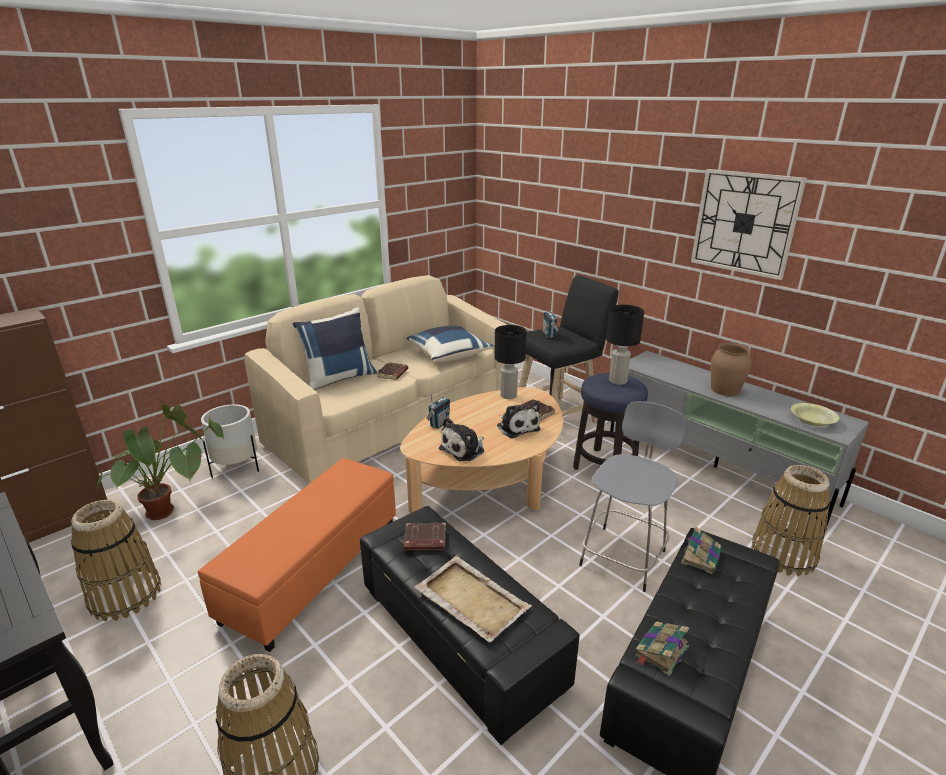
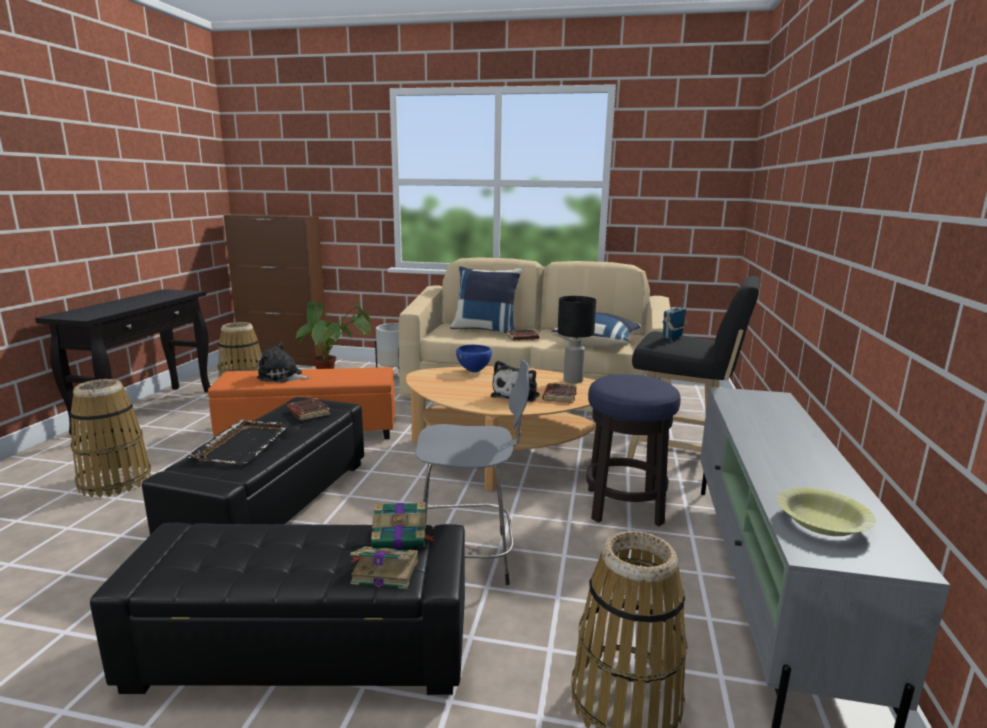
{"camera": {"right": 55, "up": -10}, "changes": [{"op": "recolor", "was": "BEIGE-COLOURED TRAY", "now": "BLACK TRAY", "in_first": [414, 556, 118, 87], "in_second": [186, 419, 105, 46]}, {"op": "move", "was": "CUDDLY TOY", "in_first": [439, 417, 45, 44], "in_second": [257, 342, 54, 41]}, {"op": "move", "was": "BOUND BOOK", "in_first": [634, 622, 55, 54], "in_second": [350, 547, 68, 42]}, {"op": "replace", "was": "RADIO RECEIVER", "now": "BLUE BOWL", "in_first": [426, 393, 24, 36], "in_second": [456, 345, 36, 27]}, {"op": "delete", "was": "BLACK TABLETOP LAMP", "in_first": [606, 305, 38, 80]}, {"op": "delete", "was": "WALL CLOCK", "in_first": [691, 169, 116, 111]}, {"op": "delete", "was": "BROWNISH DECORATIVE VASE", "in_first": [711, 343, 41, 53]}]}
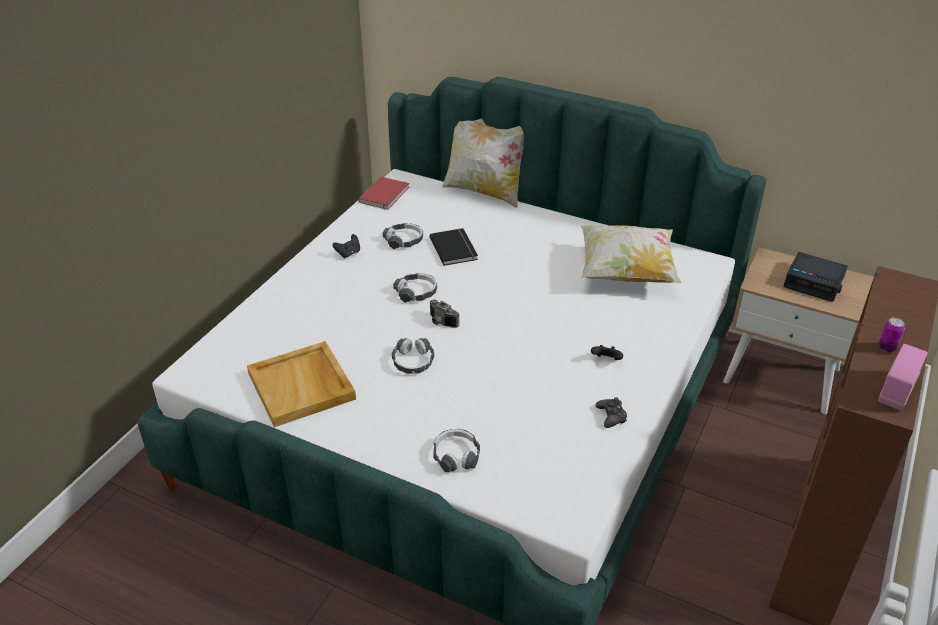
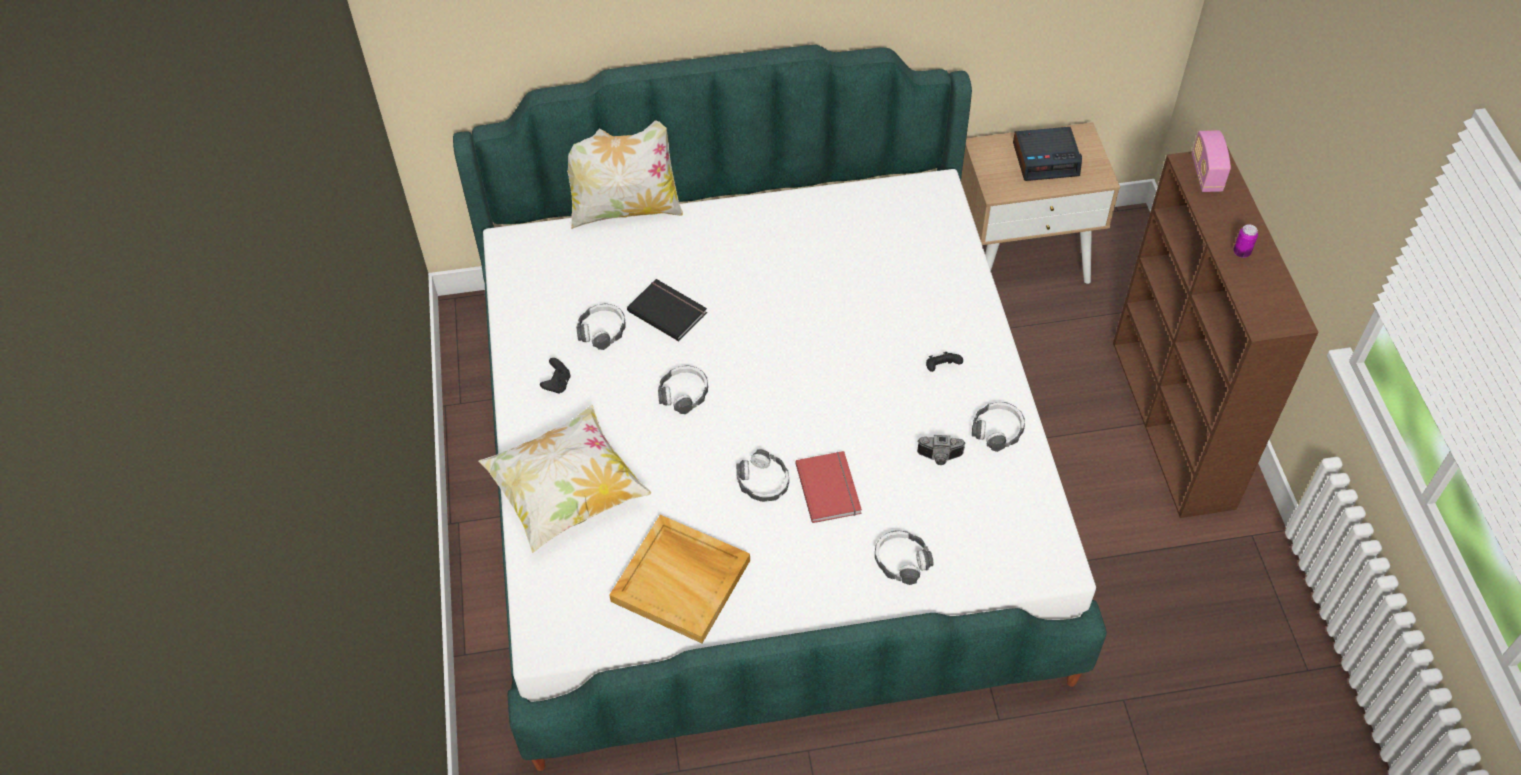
{"camera": {"right": -35, "up": 15}, "changes": [{"op": "move", "was": "PILLOW", "in_first": [581, 225, 100, 58], "in_second": [479, 405, 172, 148]}, {"op": "move", "was": "REDDISH BOUND BOOK", "in_first": [358, 177, 51, 33], "in_second": [795, 451, 67, 72]}, {"op": "move", "was": "PHOTO CAMERA", "in_first": [430, 300, 29, 28], "in_second": [917, 435, 49, 30]}, {"op": "replace", "was": "BLACK JOYPAD", "now": "HEADPHONES", "in_first": [595, 397, 32, 31], "in_second": [972, 402, 53, 50]}, {"op": "move", "was": "RADIO RECEIVER", "in_first": [878, 344, 50, 67], "in_second": [1192, 130, 39, 62]}]}
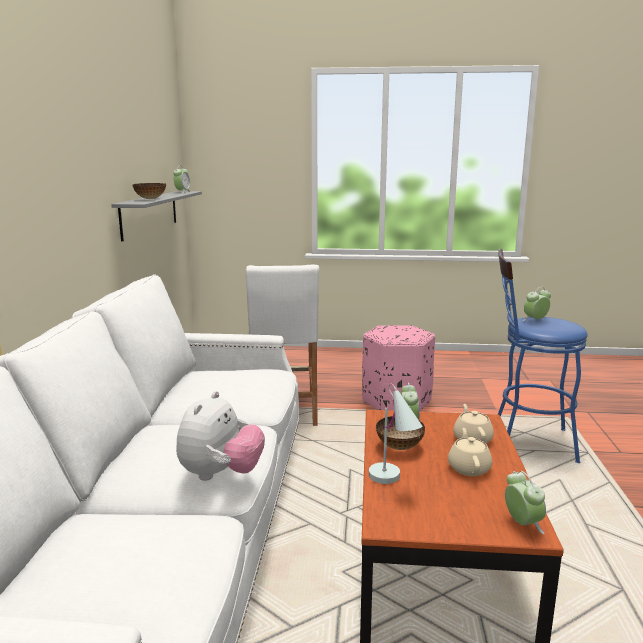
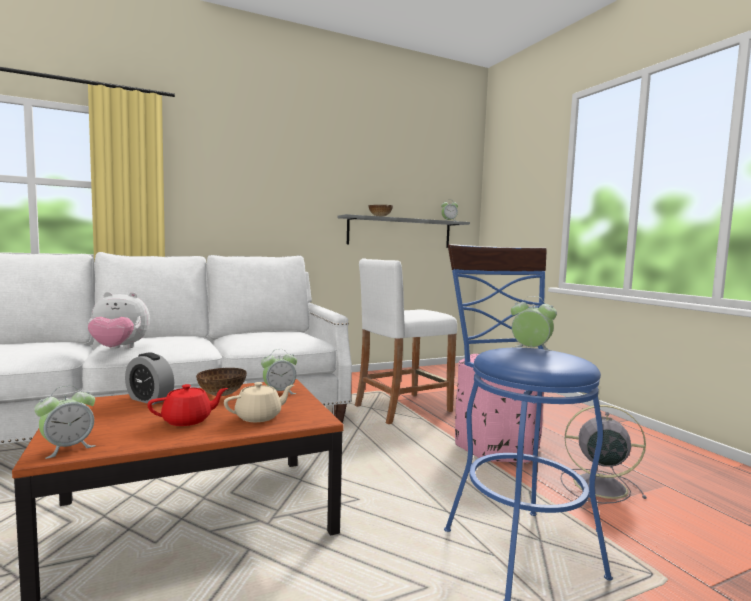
{"camera": {"right": 60, "up": -10}, "changes": [{"op": "replace", "was": "WHITE TABLETOP LAMP", "now": "ALARM CLOCK", "in_first": [369, 383, 53, 101], "in_second": [125, 352, 49, 53]}, {"op": "recolor", "was": "BEIGE-COLOURED POT FOR TEA", "now": "REDDISH POT FOR TEA", "in_first": [448, 428, 44, 48], "in_second": [148, 384, 80, 42]}, {"op": "insert", "now": "GREY ELECTRIC FAN", "in_second": [560, 405, 87, 99]}]}
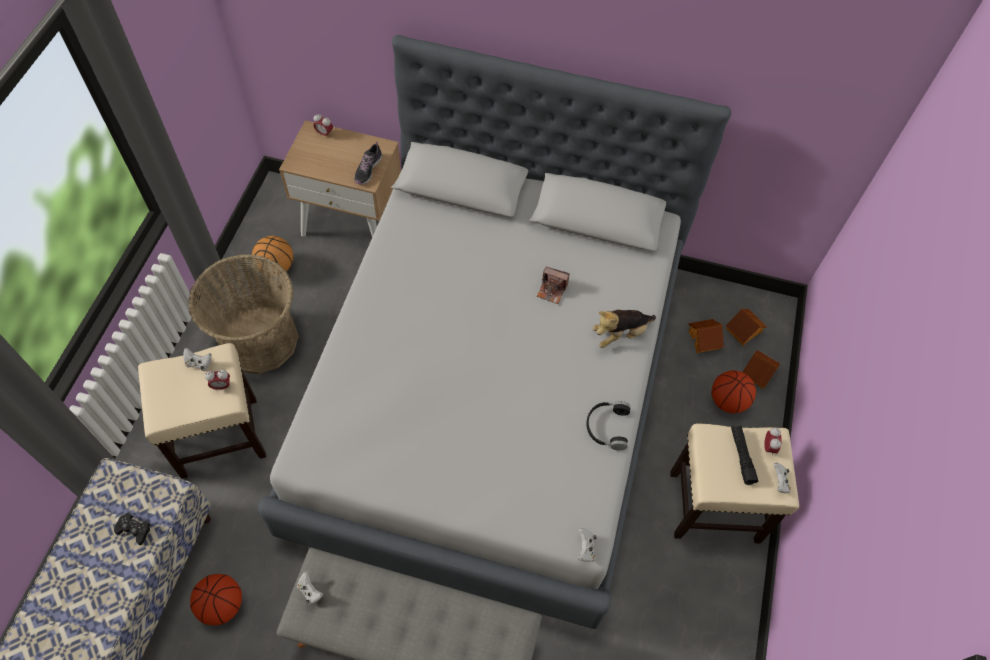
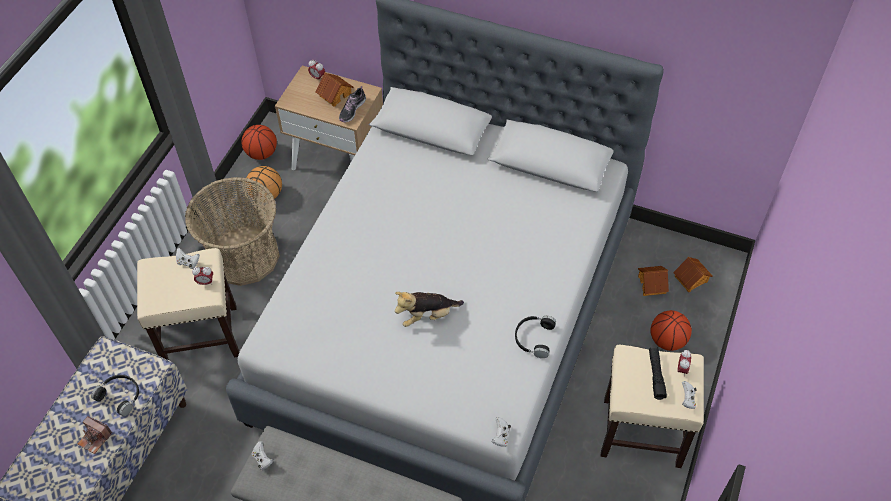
{"camera": {"right": 10, "up": -5}, "changes": [{"op": "move", "was": "PHOTO CAMERA", "in_first": [537, 267, 32, 37], "in_second": [78, 416, 34, 38]}, {"op": "replace", "was": "BLACK JOYPAD", "now": "BLACK HEADPHONES", "in_first": [114, 513, 37, 32], "in_second": [91, 375, 48, 42]}, {"op": "move", "was": "BASKETBALL BALL", "in_first": [190, 574, 52, 51], "in_second": [242, 125, 35, 35]}, {"op": "move", "was": "MODEL HOUSE", "in_first": [743, 350, 37, 39], "in_second": [315, 72, 38, 35]}, {"op": "move", "was": "CUDDLY TOY", "in_first": [592, 309, 64, 39], "in_second": [395, 292, 69, 35]}]}
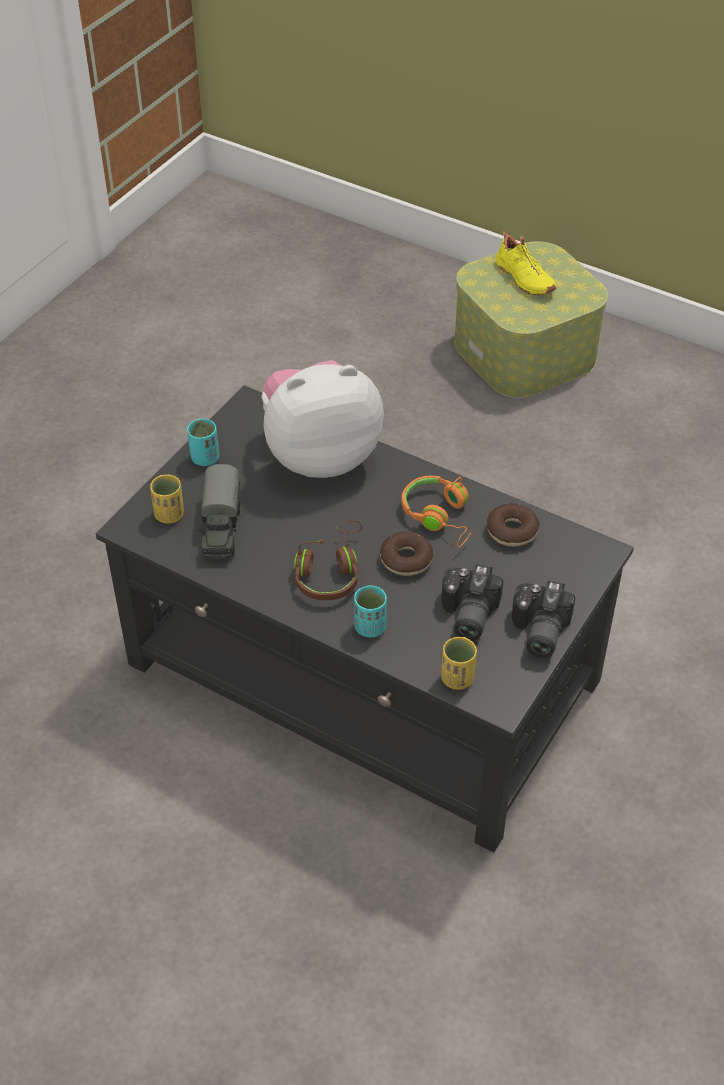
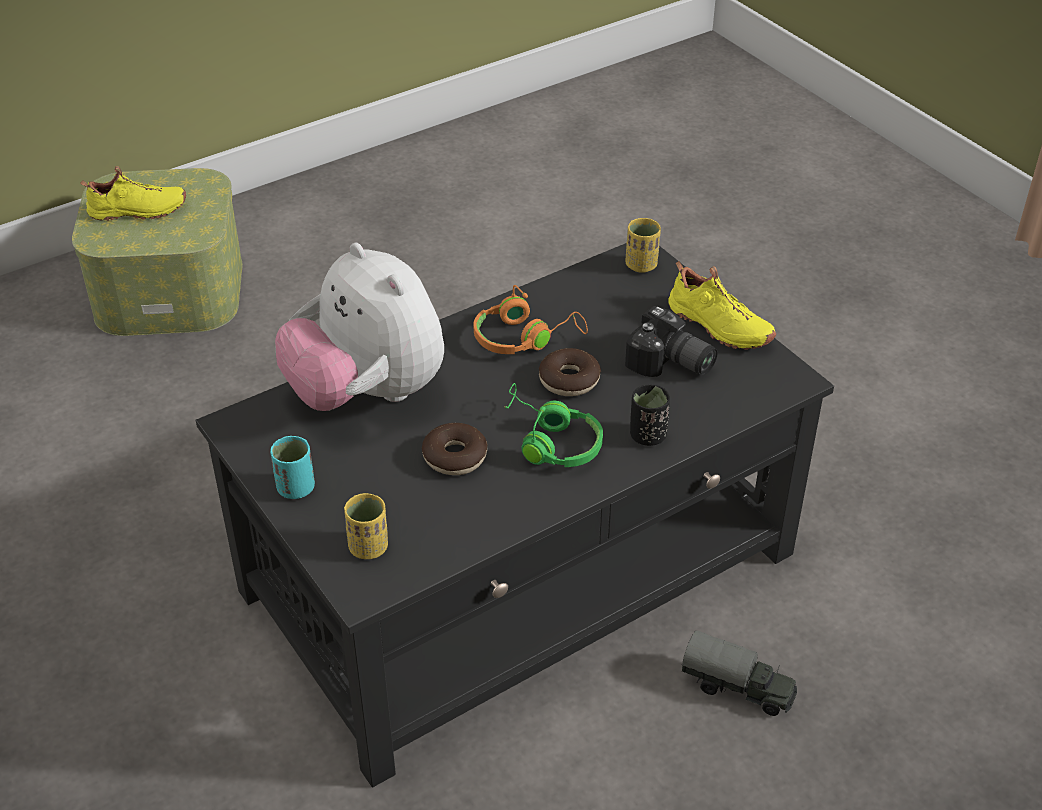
{"camera": {"right": -65, "up": -5}, "changes": [{"op": "rotate", "was": "CUDDLY TOY", "in_first": [261, 360, 123, 118], "in_second": [275, 243, 169, 168], "clockwise": -45}, {"op": "move", "was": "RING DOUGHNUT", "in_first": [487, 503, 52, 43], "in_second": [422, 423, 65, 52]}, {"op": "recolor", "was": "BROWNISH HEADPHONES", "now": "GREENISH HEADPHONES", "in_first": [294, 521, 68, 79], "in_second": [504, 383, 99, 84]}, {"op": "move", "was": "YELLOW-COLOURED CUP", "in_first": [441, 637, 36, 53], "in_second": [625, 218, 36, 55]}, {"op": "recolor", "was": "TURQUOISE CUP", "now": "BLACK CUP", "in_first": [354, 585, 33, 53], "in_second": [630, 384, 40, 62]}, {"op": "replace", "was": "PHOTO CAMERA", "now": "YELLOW-COLOURED SHOE", "in_first": [512, 580, 64, 78], "in_second": [668, 261, 108, 89]}, {"op": "move", "was": "TOY TRUCK", "in_first": [199, 464, 41, 95], "in_second": [682, 630, 115, 86]}]}
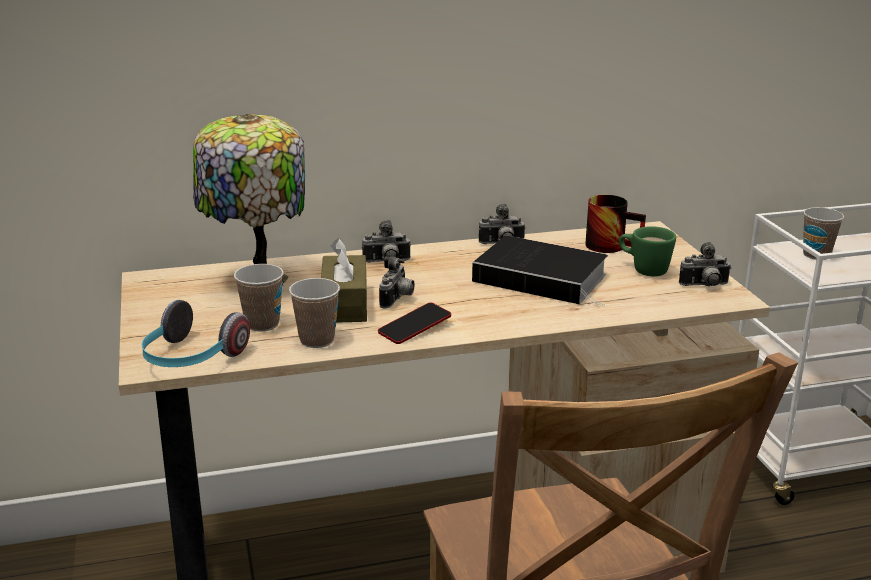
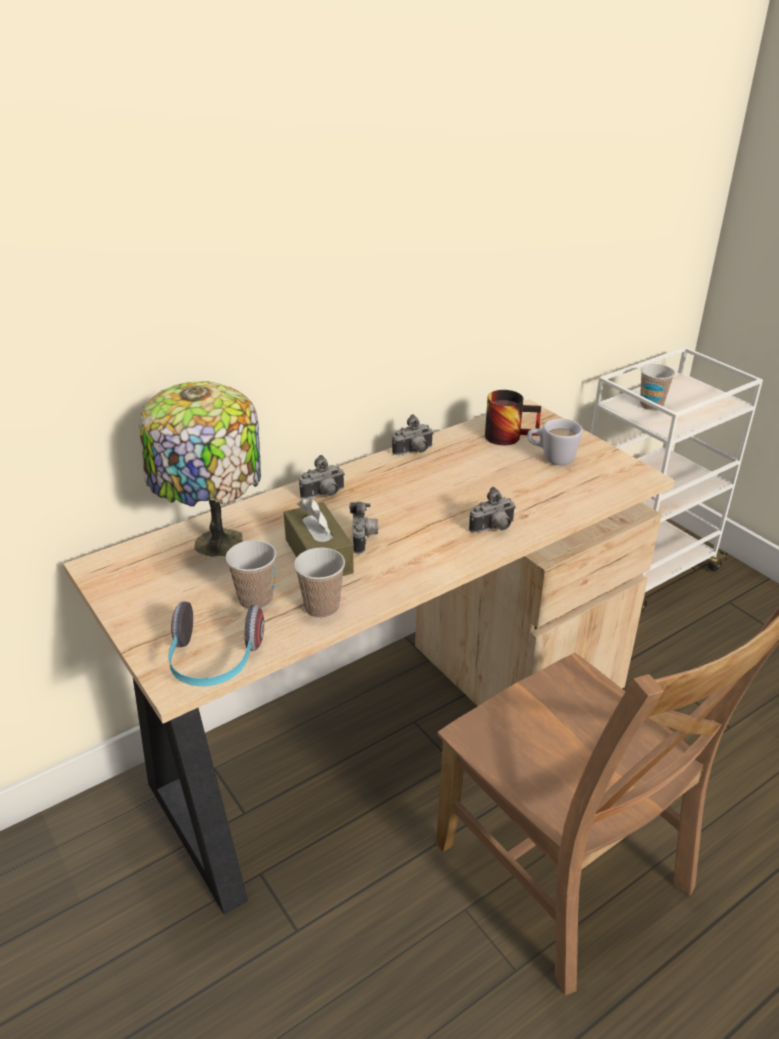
{"camera": {"right": -20, "up": 10}, "changes": [{"op": "move", "was": "PHOTO CAMERA", "in_first": [679, 242, 52, 44], "in_second": [469, 487, 47, 46]}, {"op": "recolor", "was": "GREENISH TEA MUG", "now": "WHITE TEA MUG", "in_first": [619, 226, 57, 50], "in_second": [527, 418, 56, 47]}, {"op": "delete", "was": "TELEPHONE", "in_first": [378, 303, 73, 41]}, {"op": "delete", "was": "BOUND BOOK", "in_first": [472, 236, 136, 71]}]}
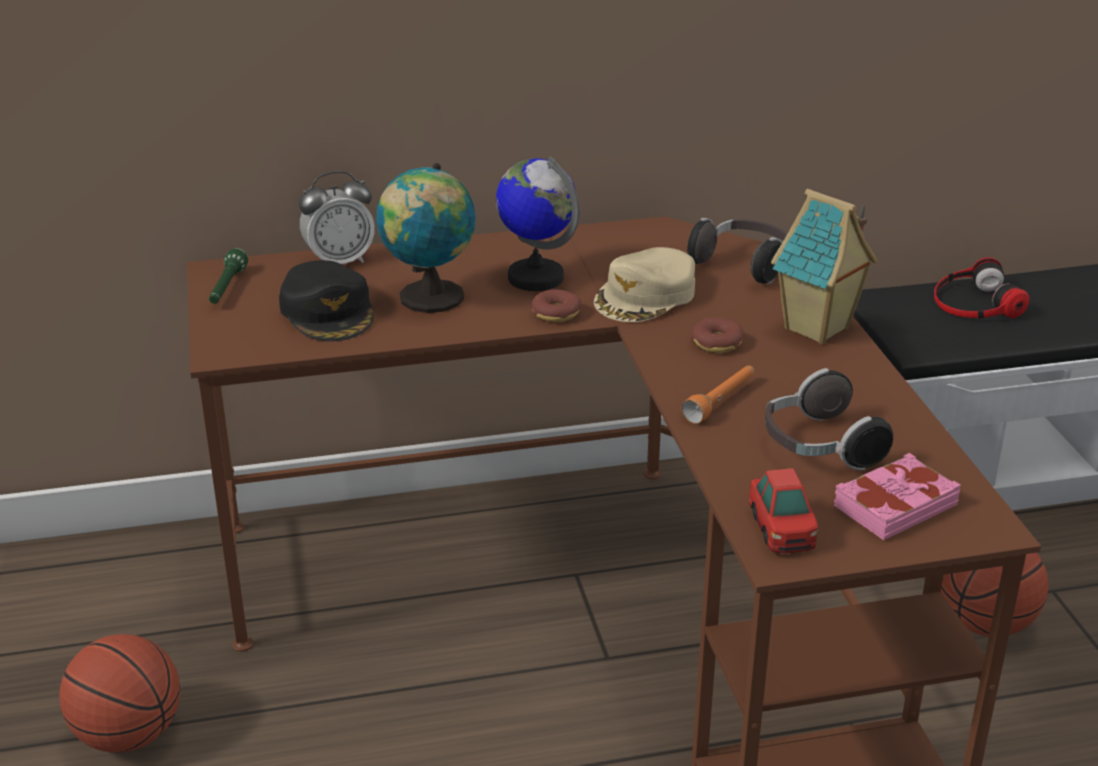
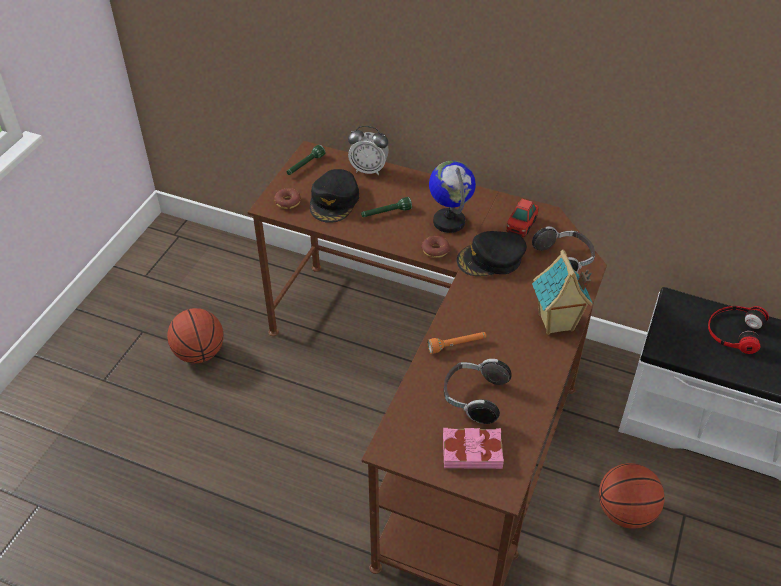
{"camera": {"right": 35, "up": 15}, "changes": [{"op": "move", "was": "RING DOUGHNUT", "in_first": [691, 317, 53, 36], "in_second": [275, 188, 26, 21]}, {"op": "replace", "was": "DESK GLOBE", "now": "GREENISH FLASHLIGHT", "in_first": [376, 163, 99, 150], "in_second": [361, 197, 51, 20]}, {"op": "recolor", "was": "BEIGE-COLOURED BASEBALL CAP", "now": "BLACK BASEBALL CAP", "in_first": [594, 247, 101, 75], "in_second": [457, 231, 70, 45]}, {"op": "move", "was": "MODEL CAR", "in_first": [749, 468, 69, 85], "in_second": [506, 199, 33, 38]}]}
